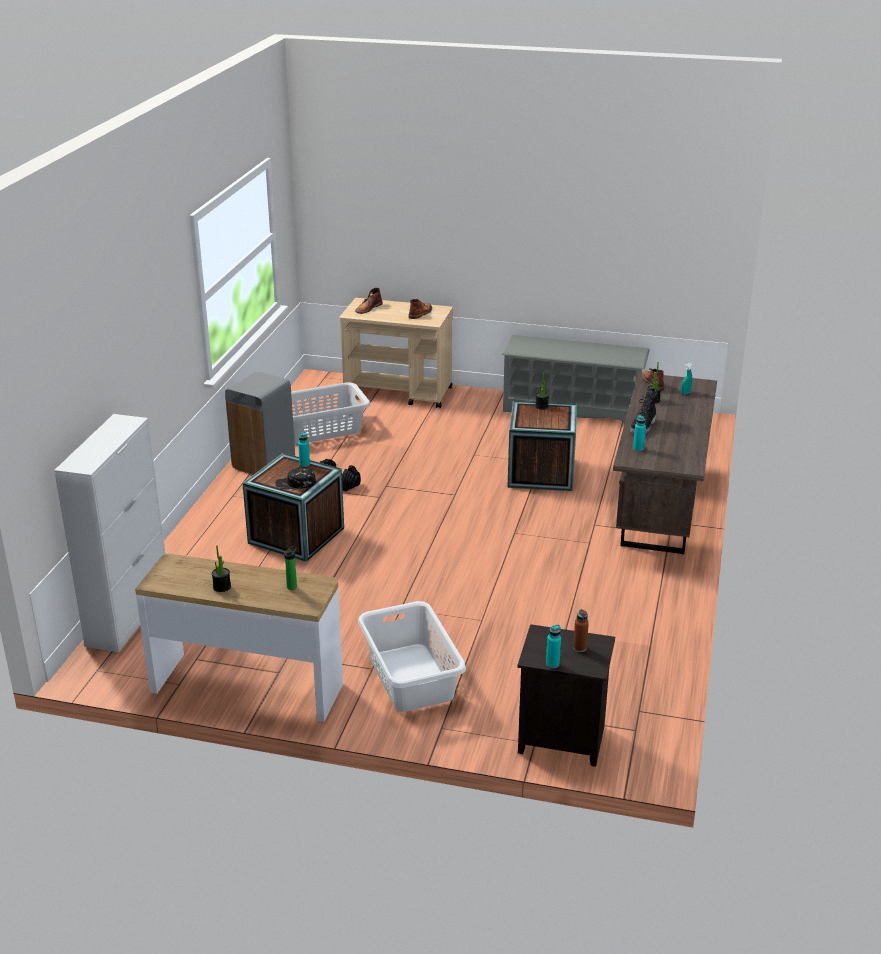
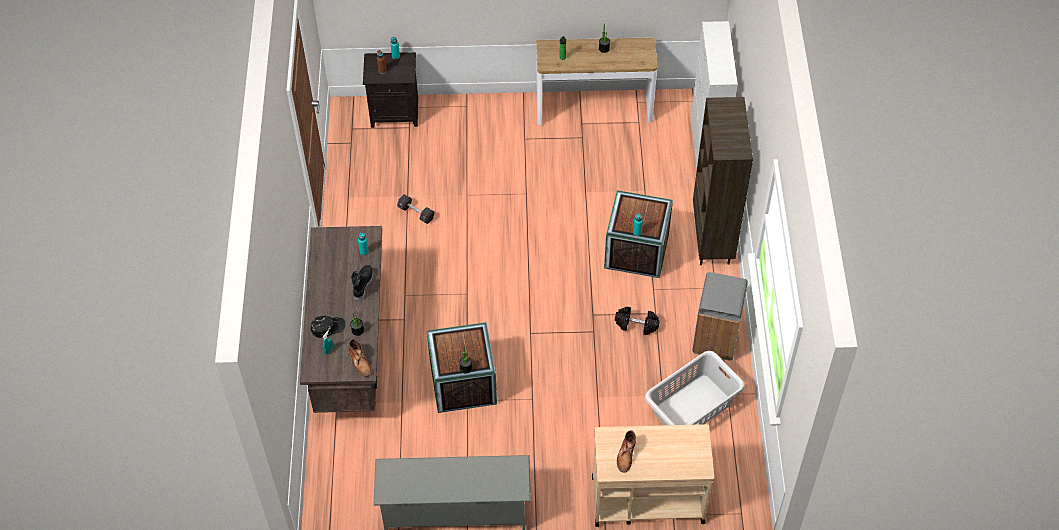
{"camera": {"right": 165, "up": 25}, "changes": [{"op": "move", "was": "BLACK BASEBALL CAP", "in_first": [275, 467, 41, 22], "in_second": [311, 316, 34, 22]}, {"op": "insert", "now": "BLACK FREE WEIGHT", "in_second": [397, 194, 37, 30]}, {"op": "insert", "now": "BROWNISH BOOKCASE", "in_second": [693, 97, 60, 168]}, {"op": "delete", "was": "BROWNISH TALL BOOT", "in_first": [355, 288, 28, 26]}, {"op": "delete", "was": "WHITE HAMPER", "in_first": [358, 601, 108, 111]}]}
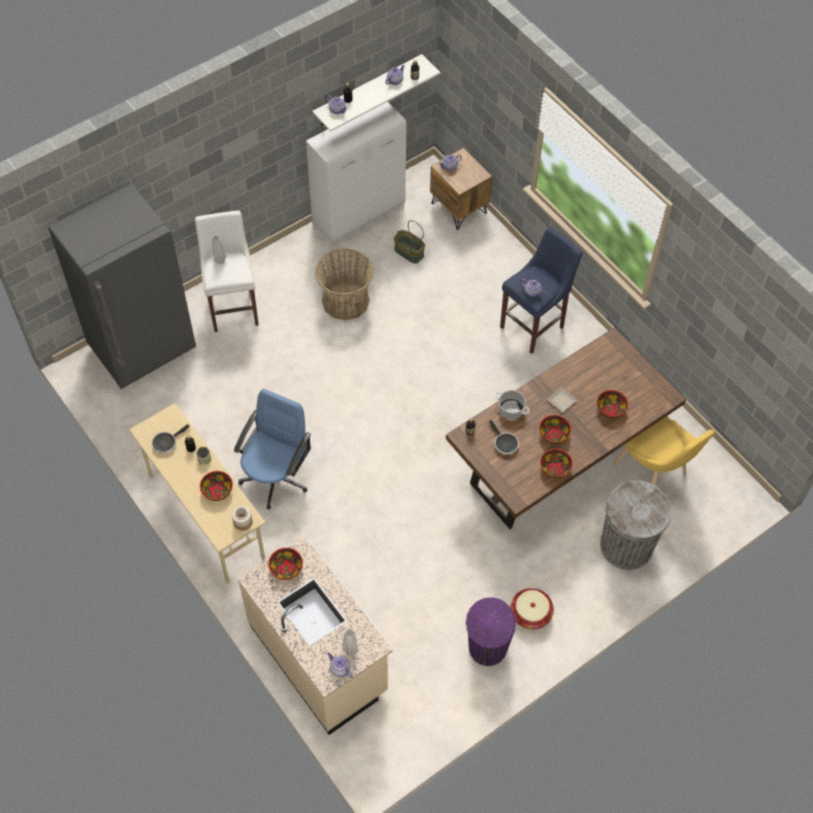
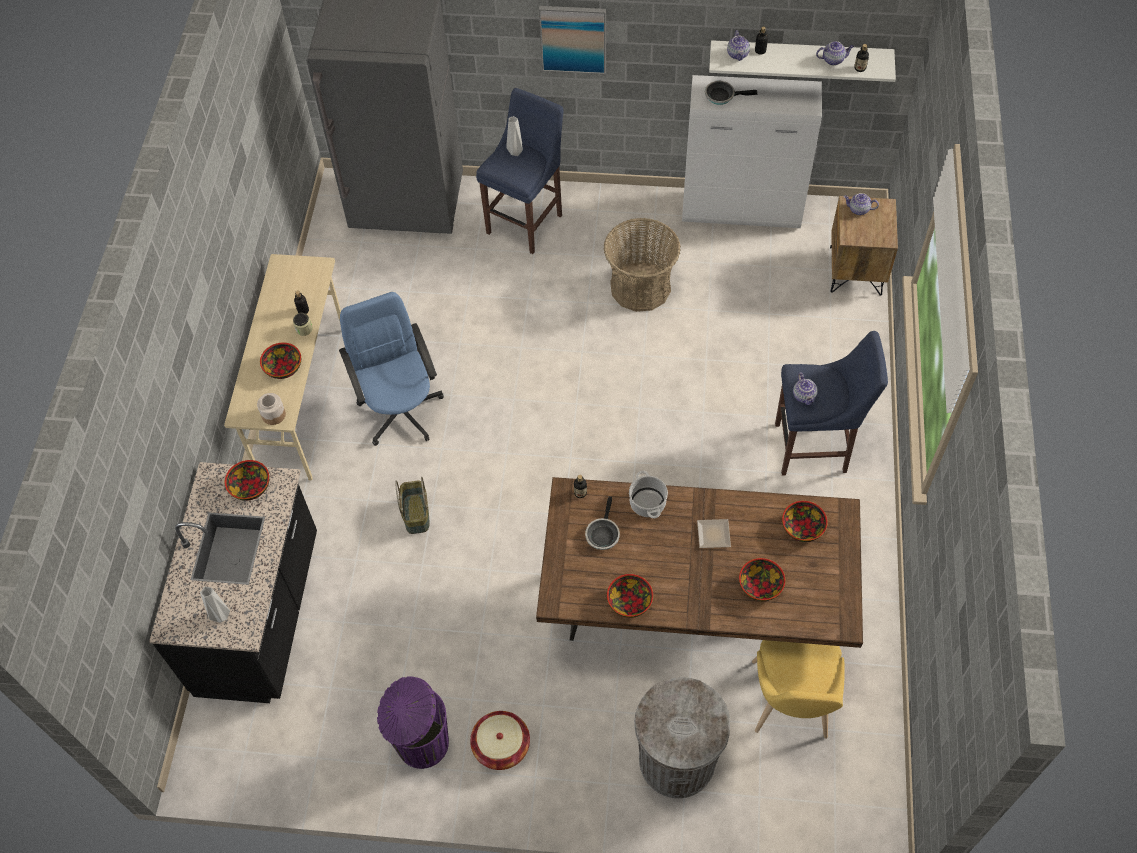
{"camera": {"right": 45, "up": 0}, "changes": [{"op": "recolor", "was": "BEIGE-COLOURED KITCHEN BASE UNIT", "now": "BLACK KITCHEN BASE UNIT", "in_first": [238, 536, 155, 199], "in_second": [149, 462, 168, 241]}, {"op": "rotate", "was": "BLUE COMPUTER CHAIR", "in_first": [234, 389, 77, 121], "in_second": [339, 292, 105, 154], "clockwise": -90}, {"op": "move", "was": "STORAGE BASKET", "in_first": [394, 220, 31, 44], "in_second": [395, 477, 35, 57]}, {"op": "recolor", "was": "WHITE SITTING STOOL", "now": "BLUE SITTING STOOL", "in_first": [195, 211, 64, 121], "in_second": [476, 88, 87, 166]}, {"op": "insert", "now": "WALL PICTURE", "in_second": [539, 6, 67, 69]}, {"op": "move", "was": "SKILLET", "in_first": [151, 424, 39, 30], "in_second": [705, 81, 53, 24]}, {"op": "move", "was": "BOWL", "in_first": [539, 415, 32, 29], "in_second": [782, 501, 46, 41]}, {"op": "delete", "was": "POT FOR TEA", "in_first": [328, 653, 25, 25]}]}
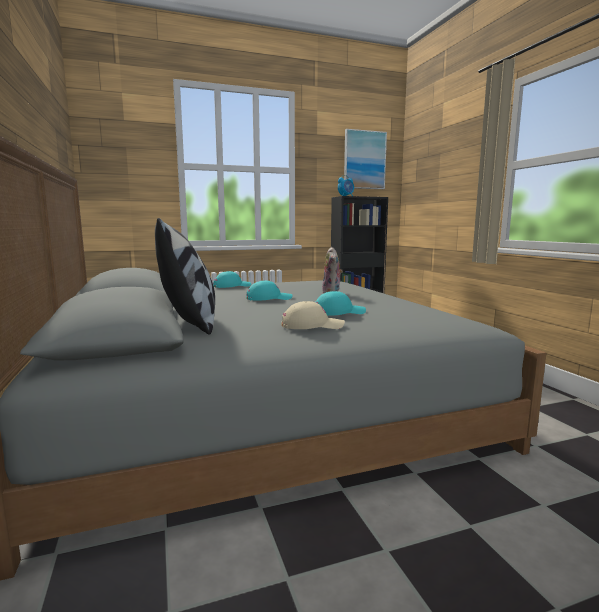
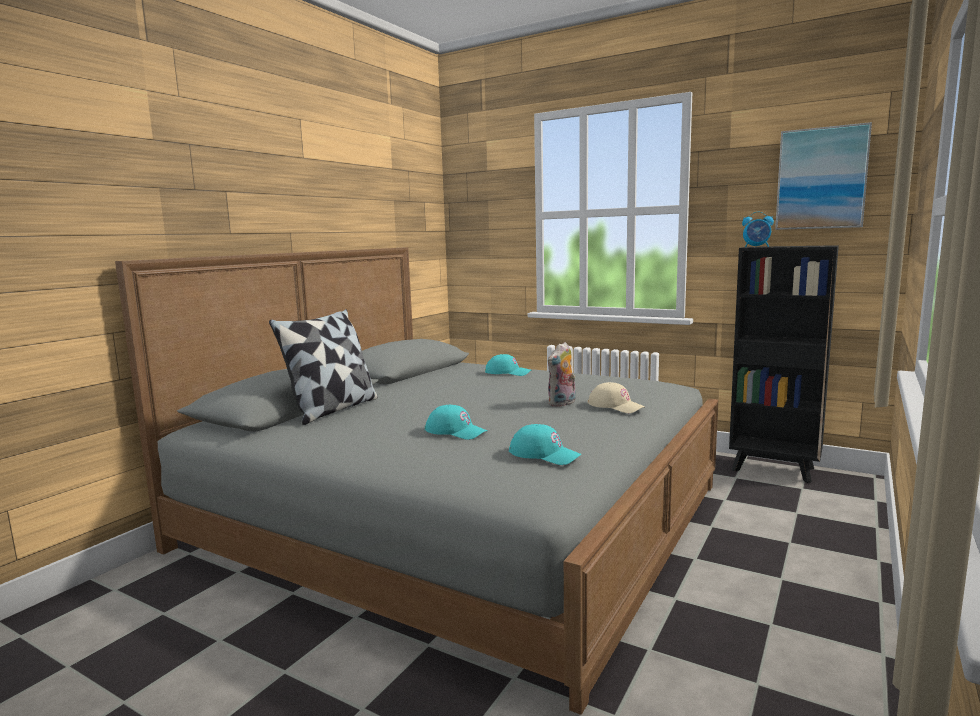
{"camera": {"right": 50, "up": 0}, "changes": [{"op": "move", "was": "TURQUOISE BASEBALL CAP", "in_first": [246, 281, 46, 20], "in_second": [509, 424, 73, 41]}, {"op": "move", "was": "BEIGE-COLOURED BASEBALL CAP", "in_first": [282, 301, 63, 28], "in_second": [588, 382, 57, 31]}]}
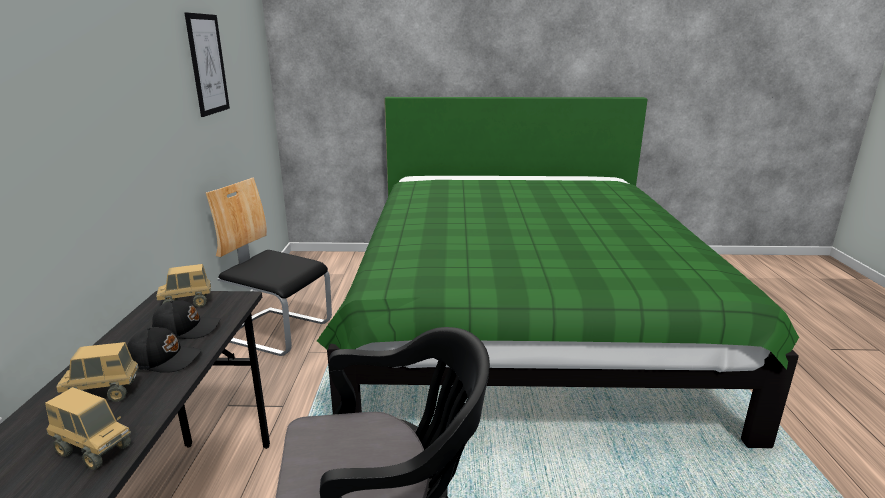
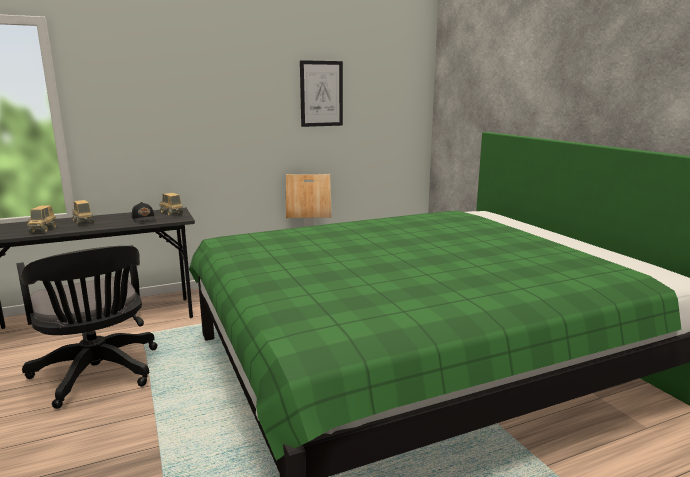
{"camera": {"right": 65, "up": -5}, "changes": [{"op": "delete", "was": "BLACK BASEBALL CAP", "in_first": [127, 327, 75, 46]}]}
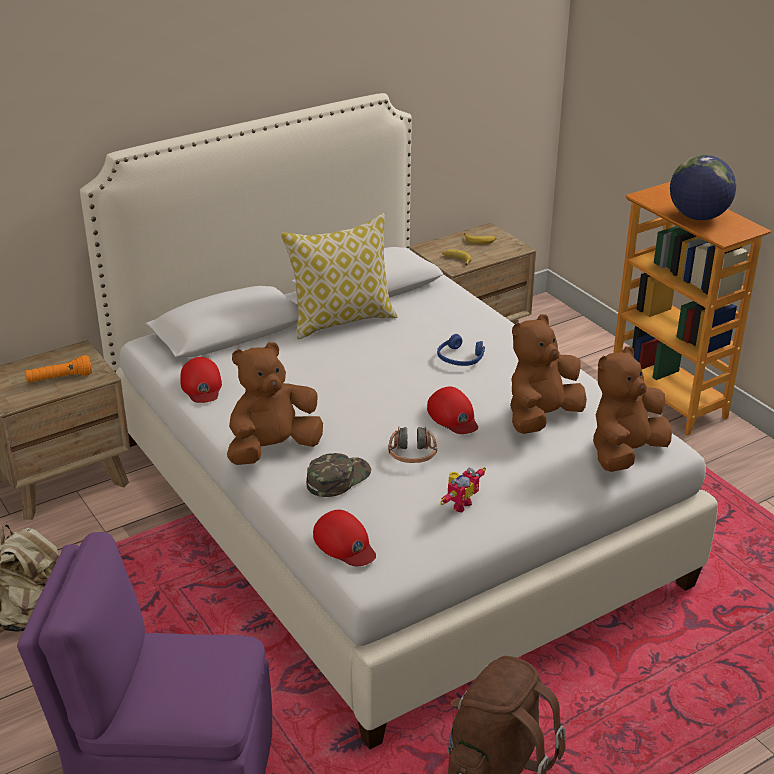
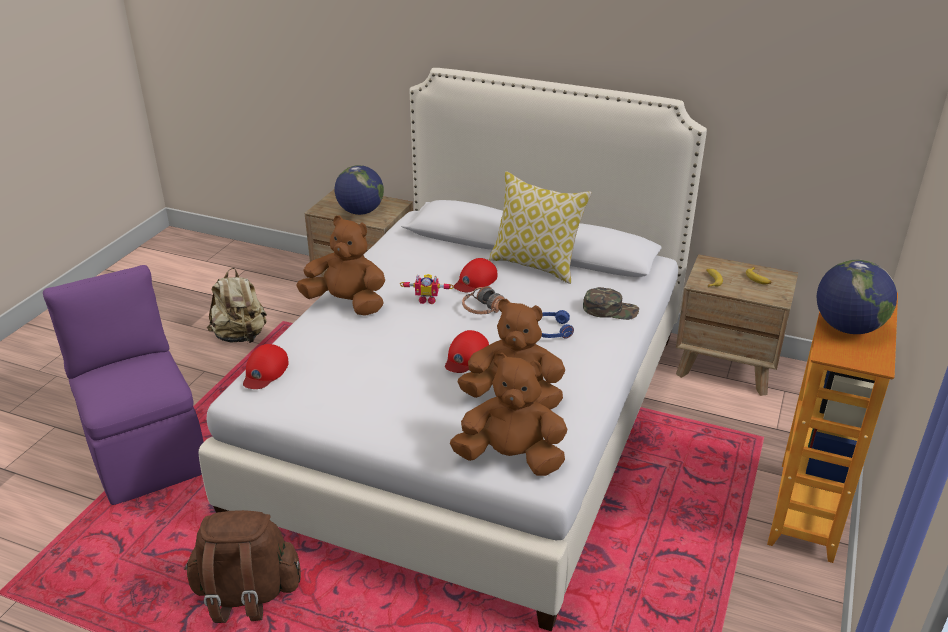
{"camera": {"right": 55, "up": 0}, "changes": [{"op": "replace", "was": "ORANGE FLASHLIGHT", "now": "DESK GLOBE", "in_first": [25, 355, 67, 28], "in_second": [335, 165, 49, 50]}, {"op": "move", "was": "ROBOT FIGURE", "in_first": [440, 467, 46, 46], "in_second": [400, 274, 54, 30]}, {"op": "move", "was": "REDDISH BASEBALL CAP", "in_first": [180, 357, 42, 46], "in_second": [454, 258, 43, 34]}, {"op": "move", "was": "HEADPHONES", "in_first": [388, 427, 49, 36], "in_second": [462, 286, 43, 28]}, {"op": "move", "was": "GREENISH BASEBALL CAP", "in_first": [306, 453, 65, 44], "in_second": [583, 287, 56, 33]}]}
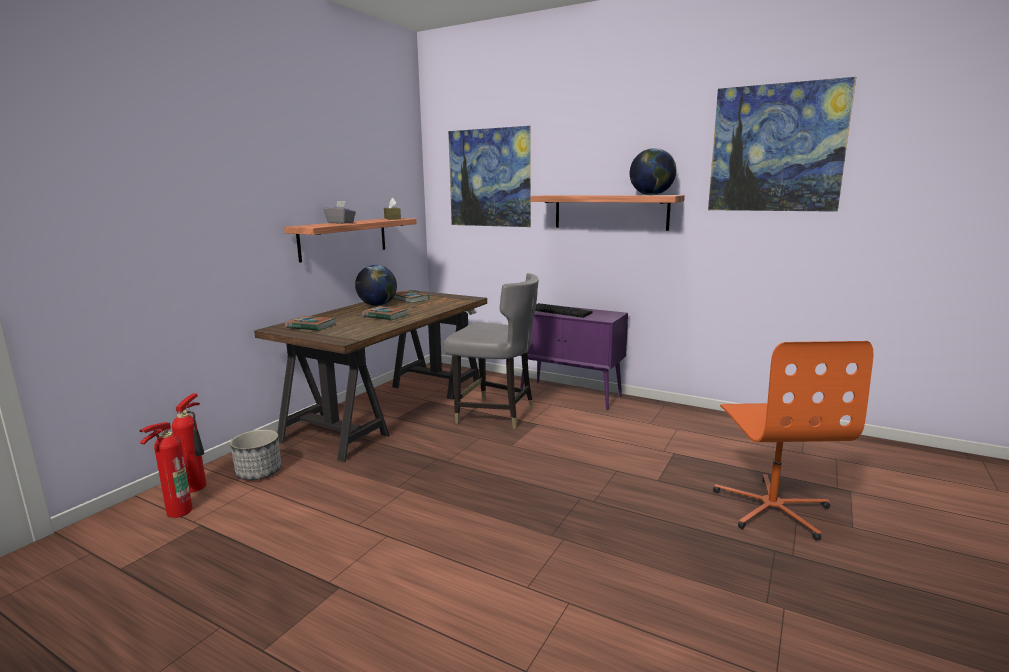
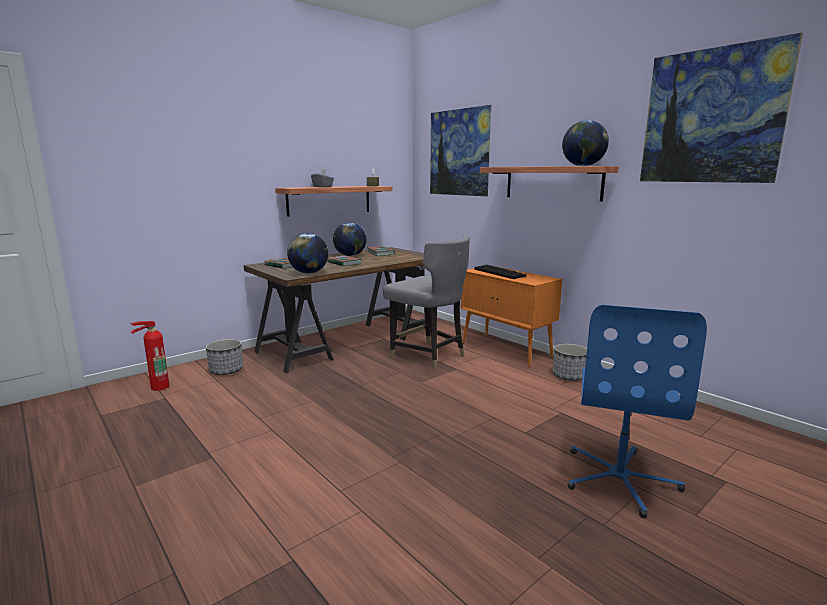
{"camera": {"right": 20, "up": 0}, "changes": [{"op": "insert", "now": "DESK GLOBE", "in_second": [287, 233, 41, 41]}, {"op": "recolor", "was": "PURPLISH CUPBOARD", "now": "ORANGE CUPBOARD", "in_first": [520, 306, 108, 104], "in_second": [461, 267, 101, 100]}, {"op": "insert", "now": "FLOWER POT", "in_second": [553, 344, 34, 37]}, {"op": "recolor", "was": "ORANGE COMPUTER CHAIR", "now": "BLUE COMPUTER CHAIR", "in_first": [713, 341, 160, 200], "in_second": [568, 305, 139, 213]}, {"op": "delete", "was": "EXTINGUISHER", "in_first": [172, 394, 34, 99]}]}
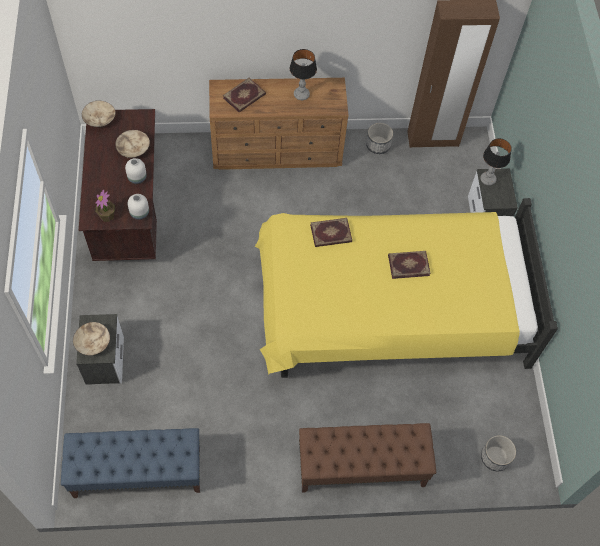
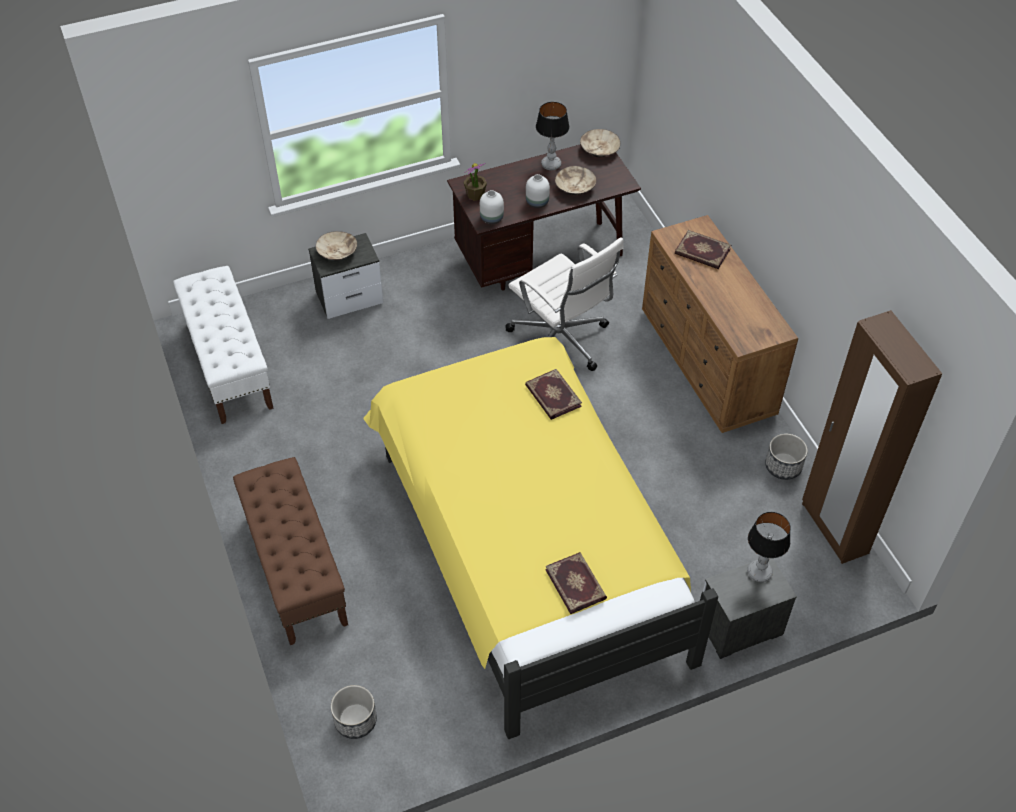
{"camera": {"right": 75, "up": -10}, "changes": [{"op": "recolor", "was": "BLUE LONG SEAT", "now": "WHITE LONG SEAT", "in_first": [61, 428, 139, 70], "in_second": [173, 266, 101, 158]}, {"op": "insert", "now": "WHITE COMPUTER CHAIR", "in_second": [505, 237, 119, 134]}, {"op": "move", "was": "TABLETOP LAMP", "in_first": [290, 49, 27, 51], "in_second": [536, 102, 33, 68]}, {"op": "move", "was": "BOUND BOOK", "in_first": [388, 251, 43, 28], "in_second": [545, 552, 62, 62]}]}
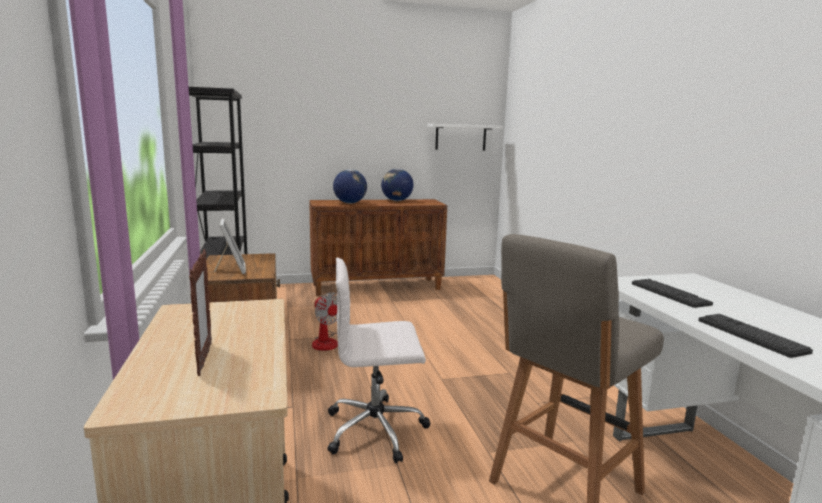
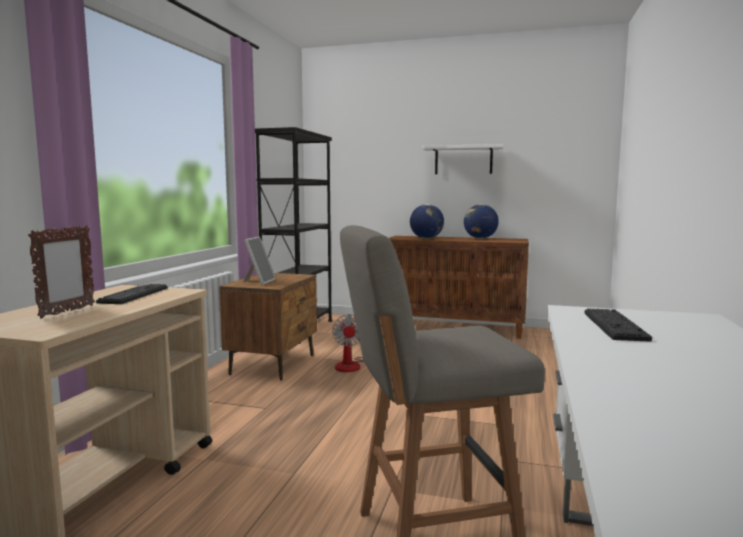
{"camera": {"right": 30, "up": -5}, "changes": [{"op": "move", "was": "COMPUTER KEYBOARD", "in_first": [698, 314, 115, 44], "in_second": [96, 284, 72, 20]}, {"op": "move", "was": "WHITE SHELF", "in_first": [427, 124, 76, 27], "in_second": [422, 144, 82, 30]}, {"op": "delete", "was": "WHITE COMPUTER CHAIR", "in_first": [328, 257, 102, 206]}]}
